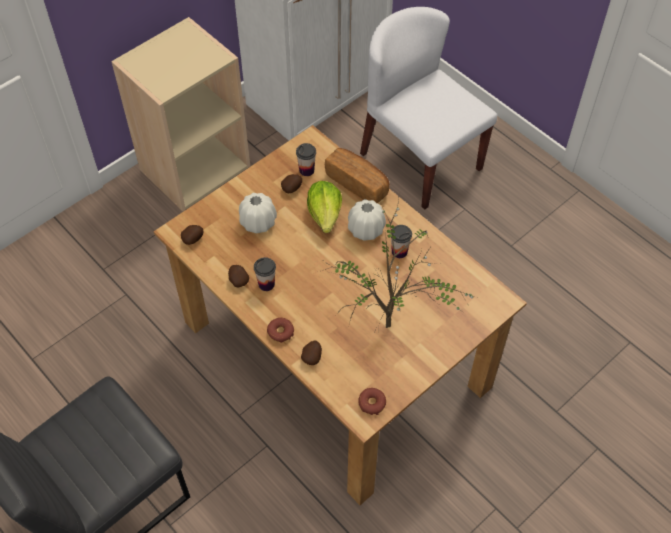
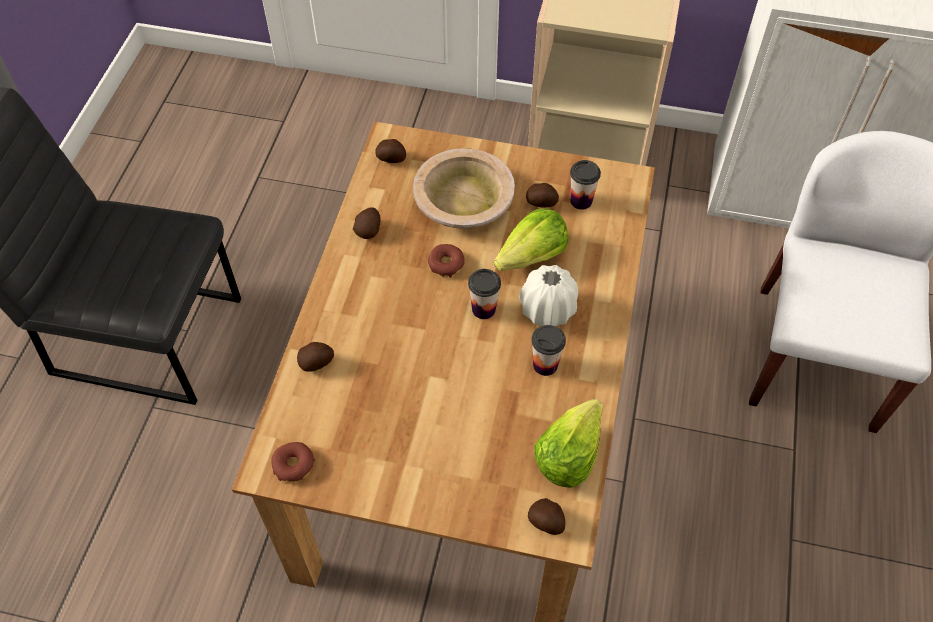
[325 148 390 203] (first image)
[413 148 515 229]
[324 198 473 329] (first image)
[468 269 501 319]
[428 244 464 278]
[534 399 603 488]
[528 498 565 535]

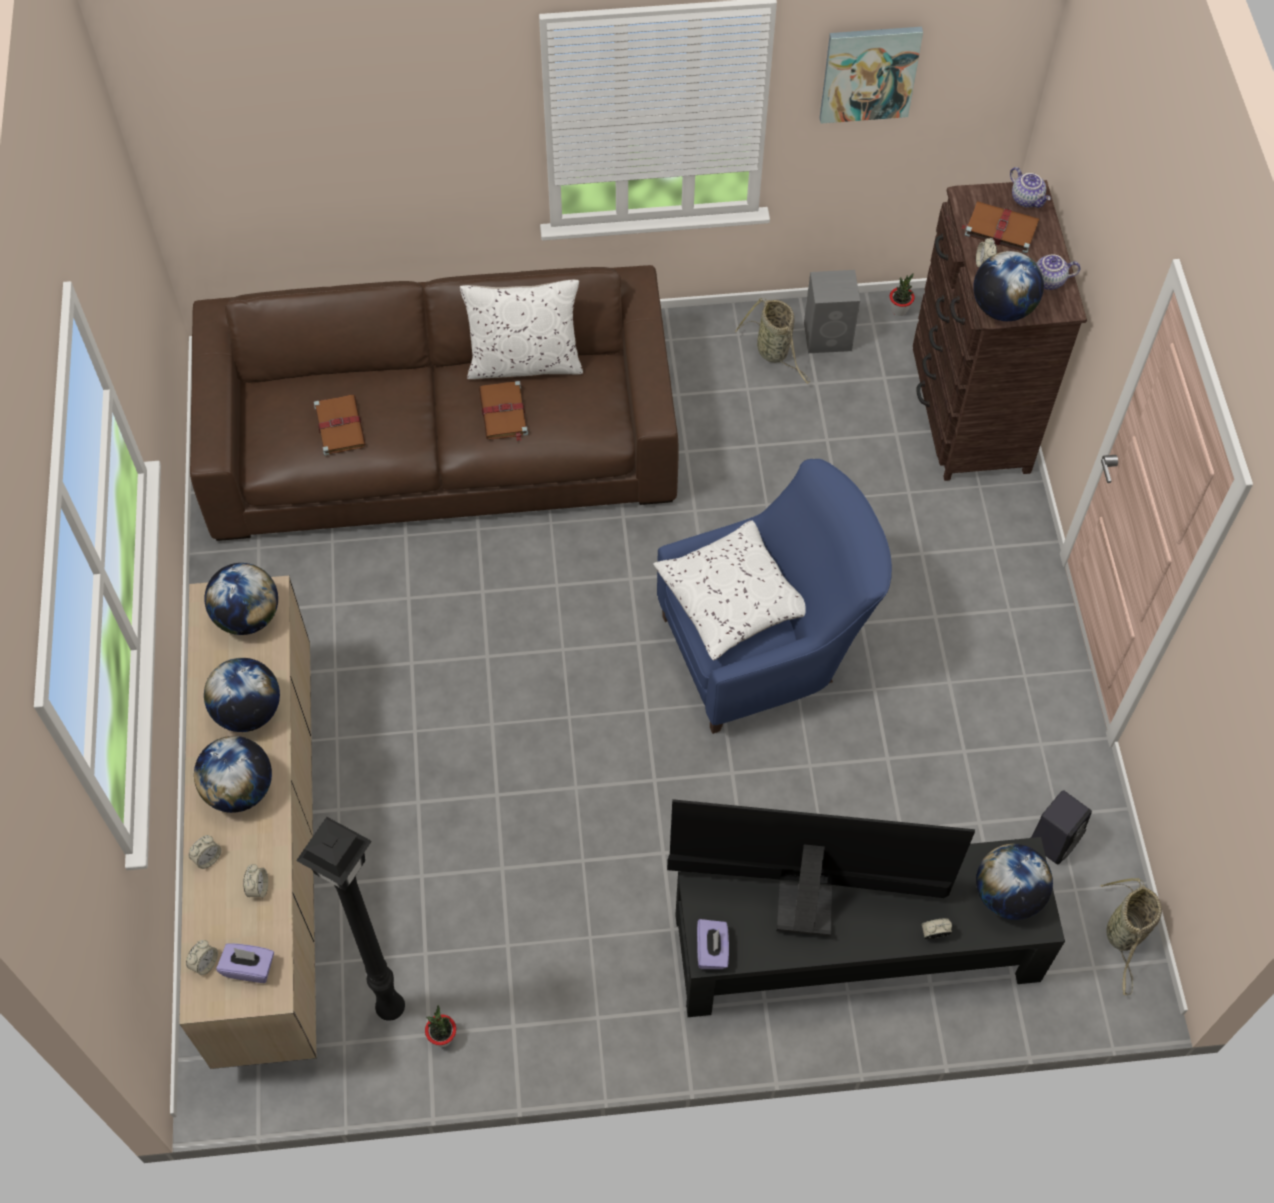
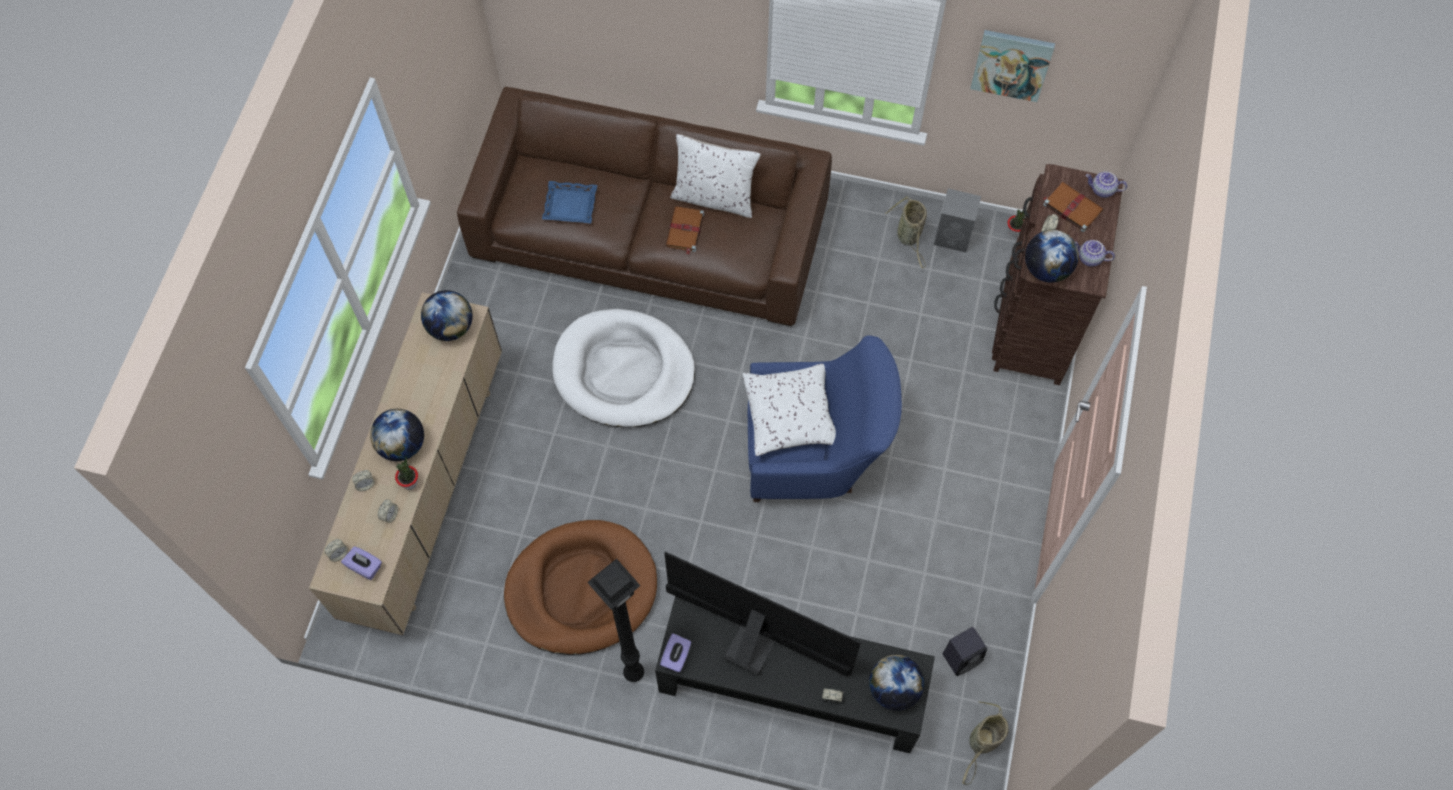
[1086 172 1127 198]
[542 181 597 223]
[204 658 280 732] (first image)
[587 559 644 682]
[395 457 418 490]
[552 309 695 428]
[504 520 657 655]

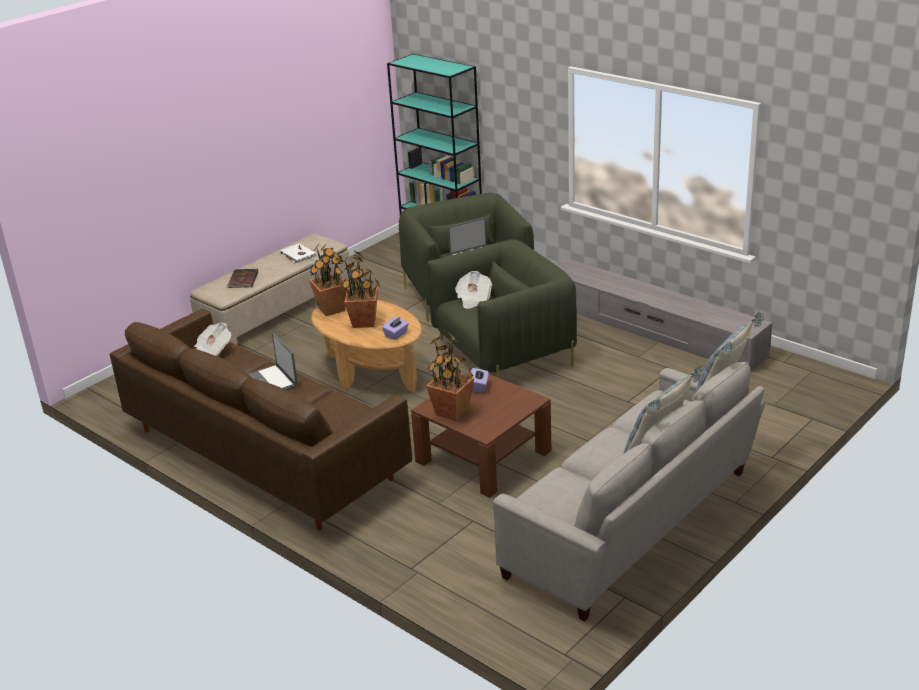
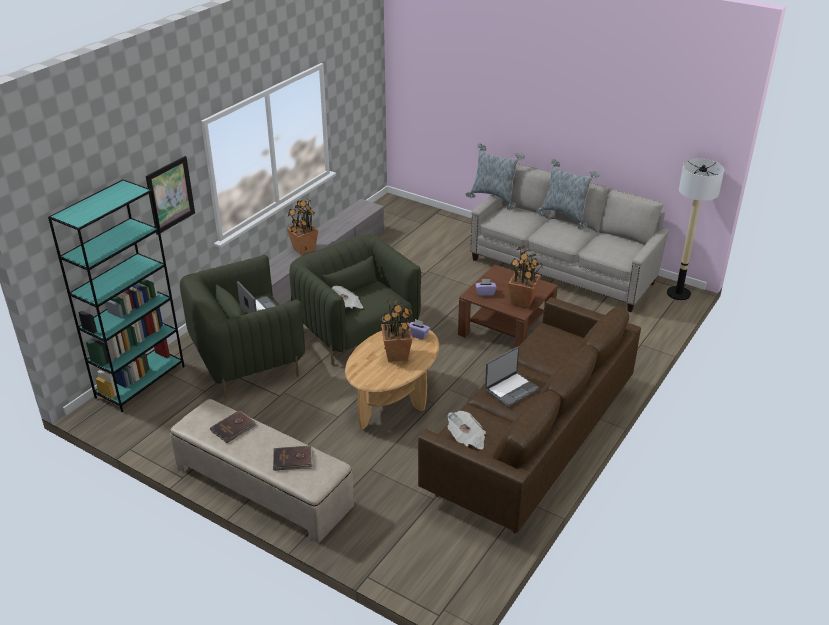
[287 197 319 255]
[210 410 257 443]
[146 156 195 235]
[667 159 724 300]

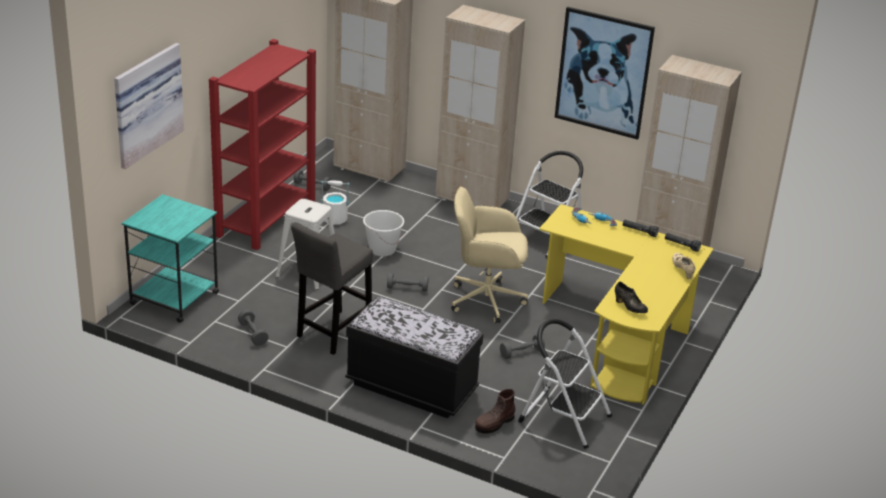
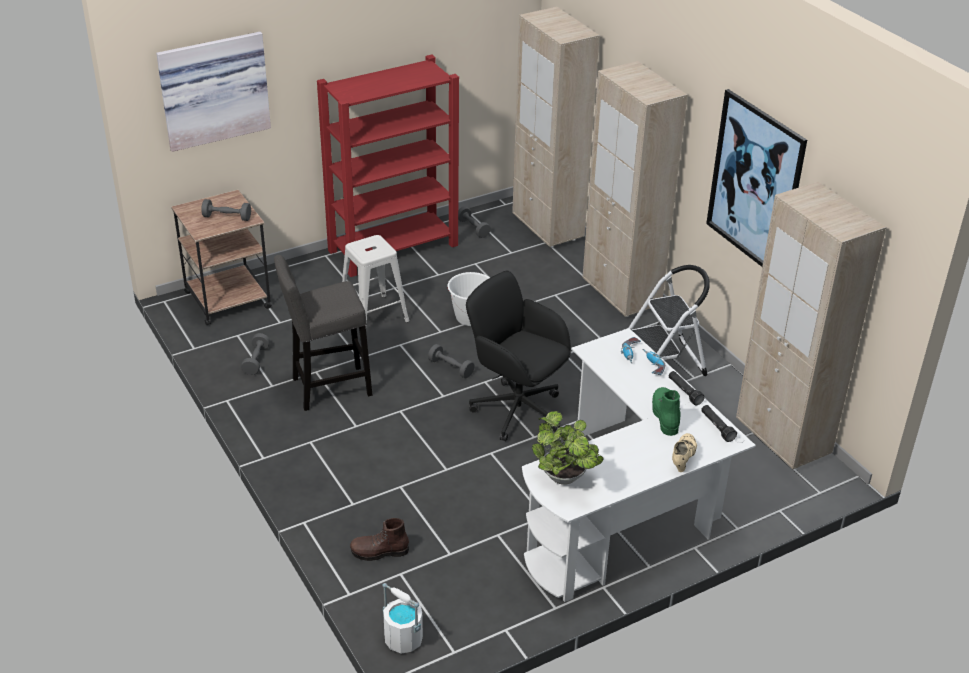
[382 583 423 654]
[466 271 571 441]
[171 190 272 325]
[522 328 756 602]
[532 411 603 485]
[345 297 483 418] (first image)
[518 319 612 449] (first image)
[201 199 251 221]
[652 387 681 436]

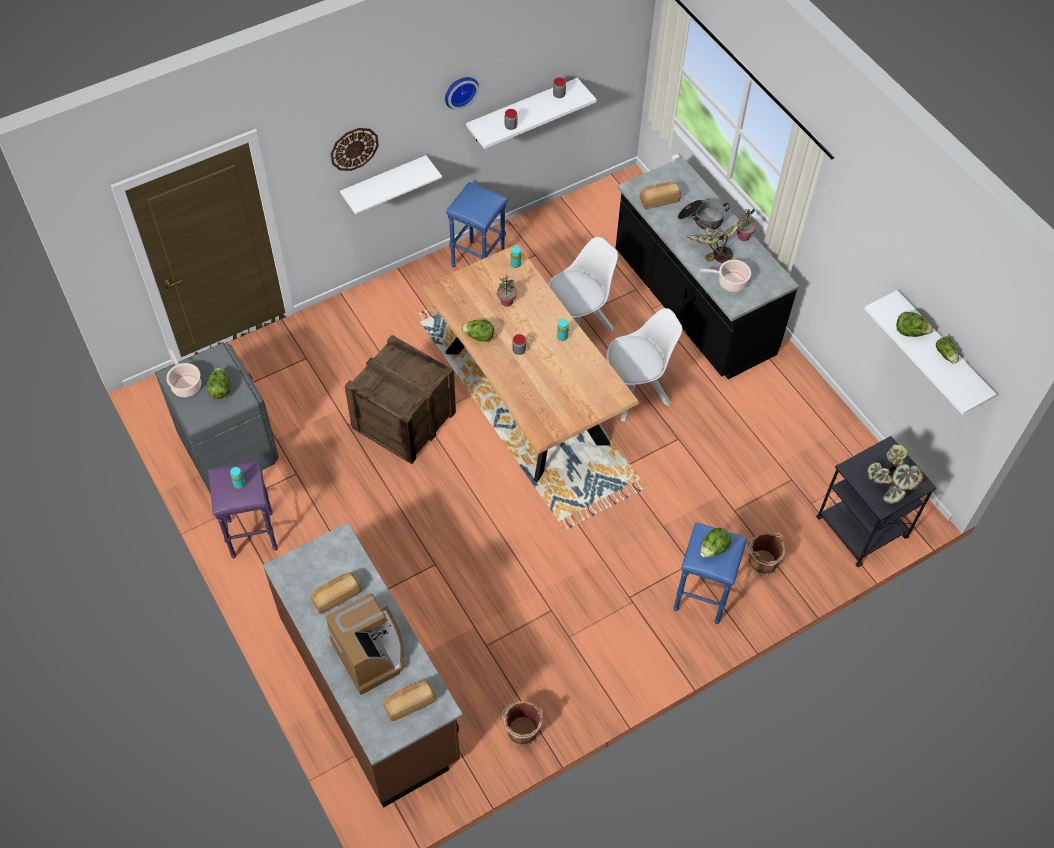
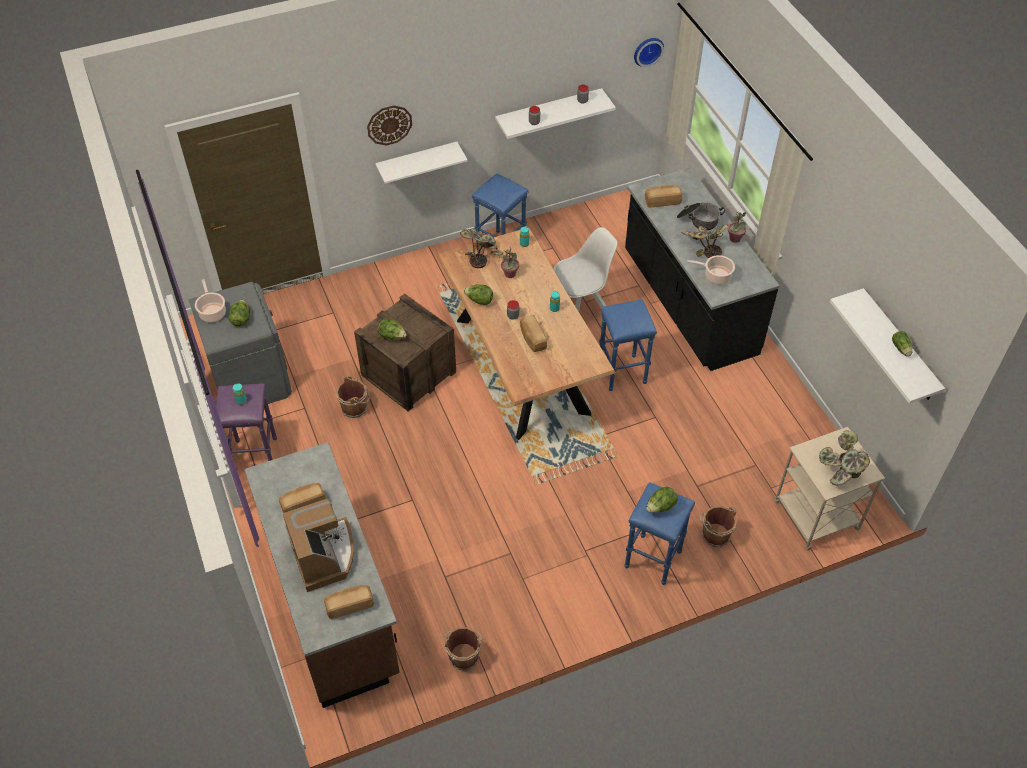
[634 38 664 67]
[599 299 657 391]
[378 318 407 340]
[774 427 885 550]
[460 228 503 268]
[520 315 547 352]
[336 375 370 418]

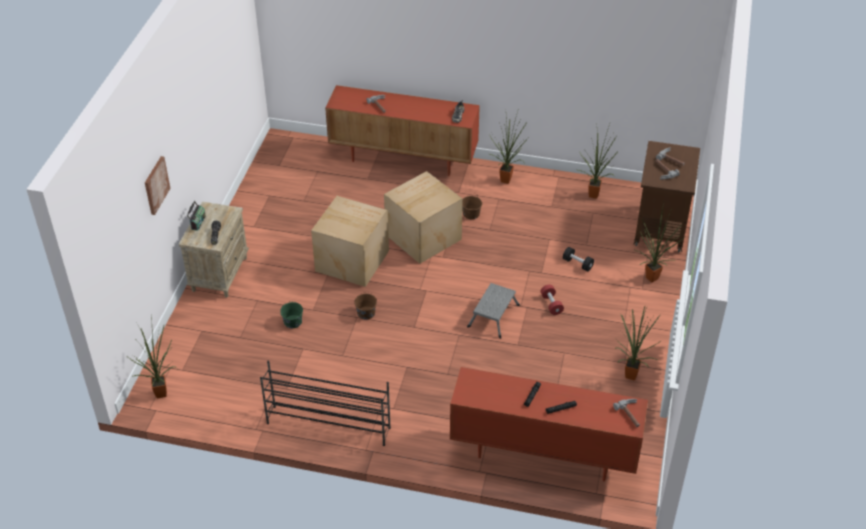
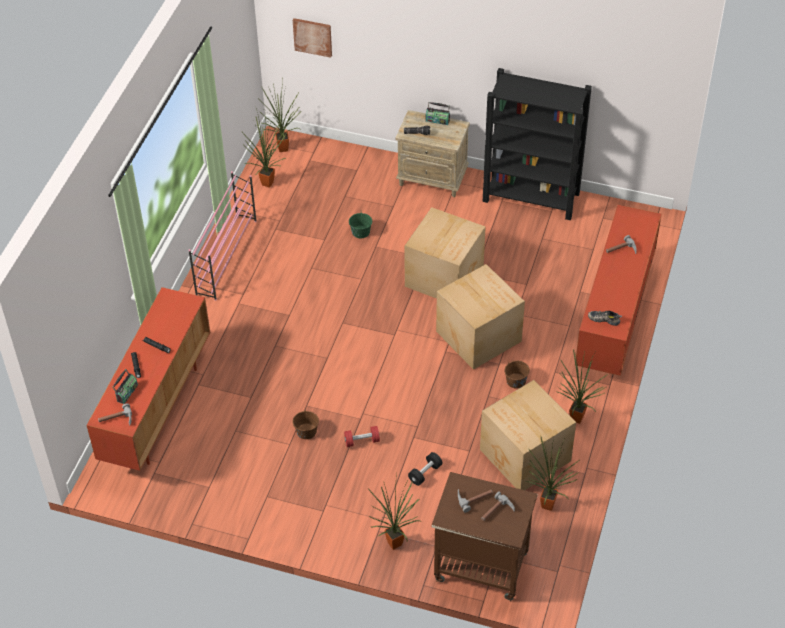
[293 18 332 58]
[467 283 520 339] (first image)
[292 411 319 439]
[242 108 287 188]
[189 171 257 301]
[483 68 592 220]
[113 369 138 404]
[480 380 576 490]

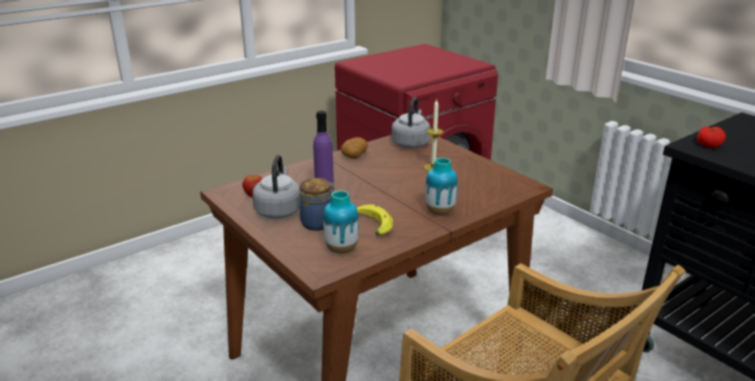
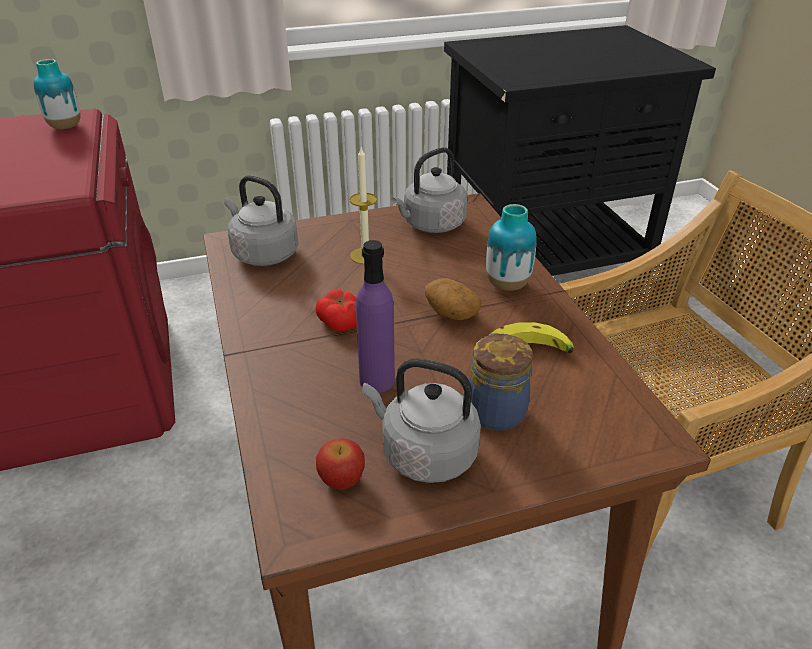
[316 290 357 331]
[425 278 481 320]
[33 59 81 129]
[391 147 467 233]

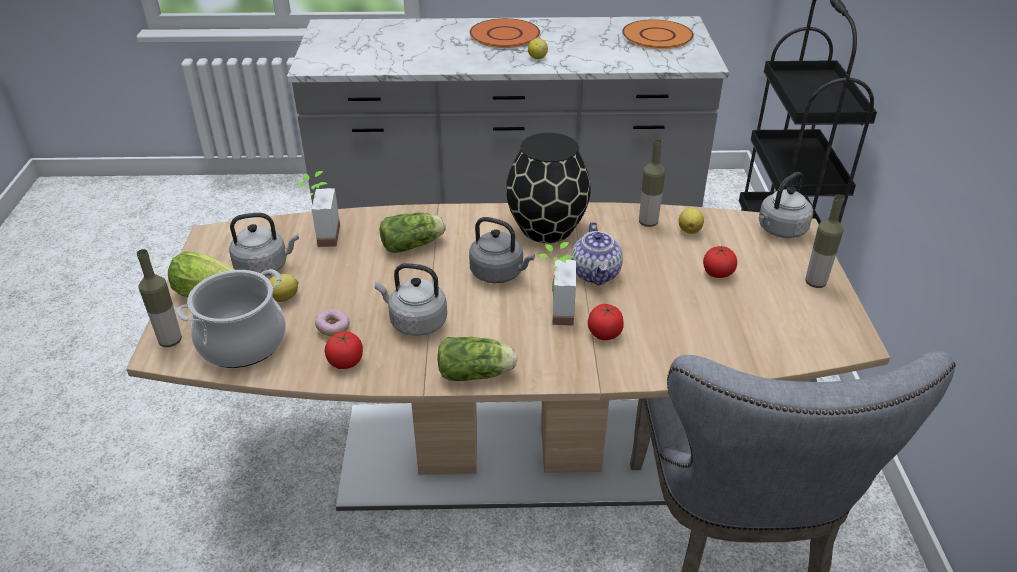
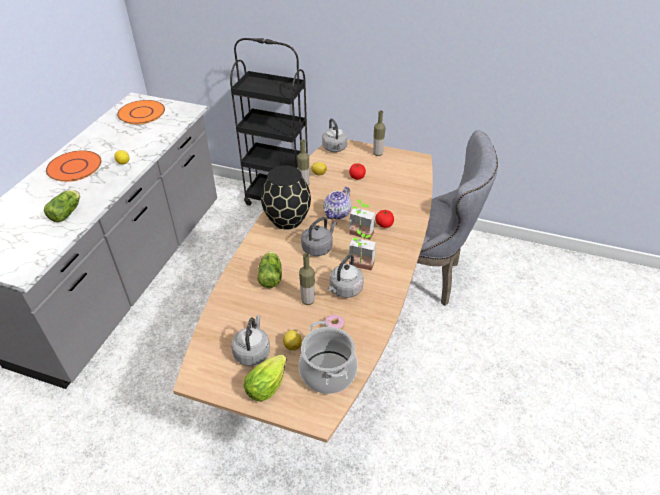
[349 230 376 271]
[324 187 351 219]
[299 253 315 305]
[325 331 363 369] (first image)
[44 190 80 222]

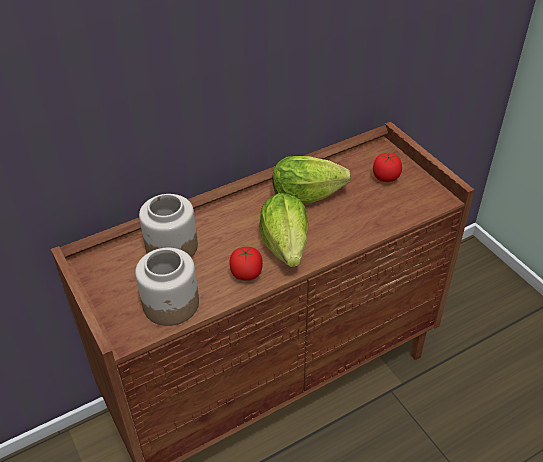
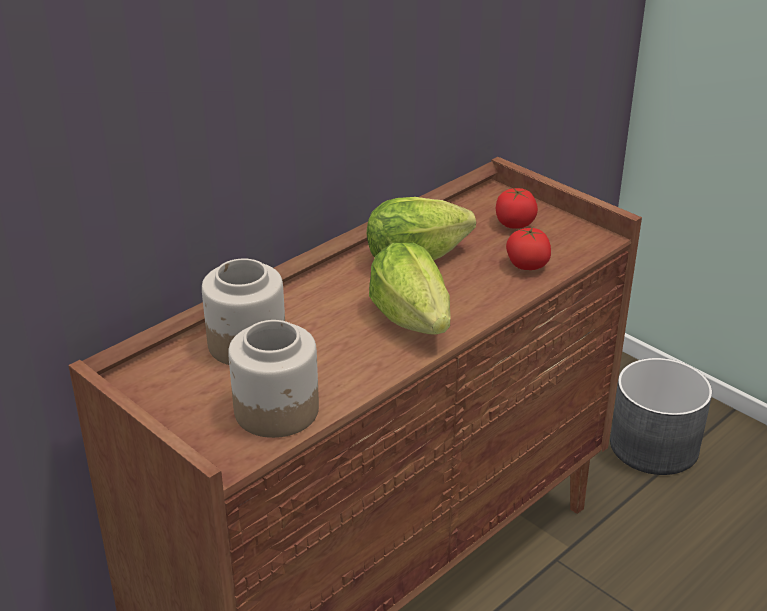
[506 227 551 270]
[610 358 712 475]

